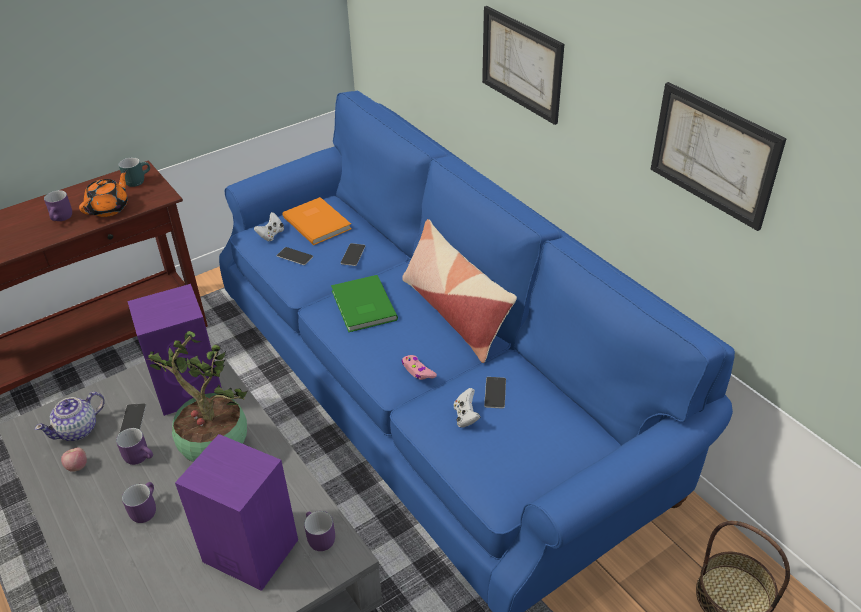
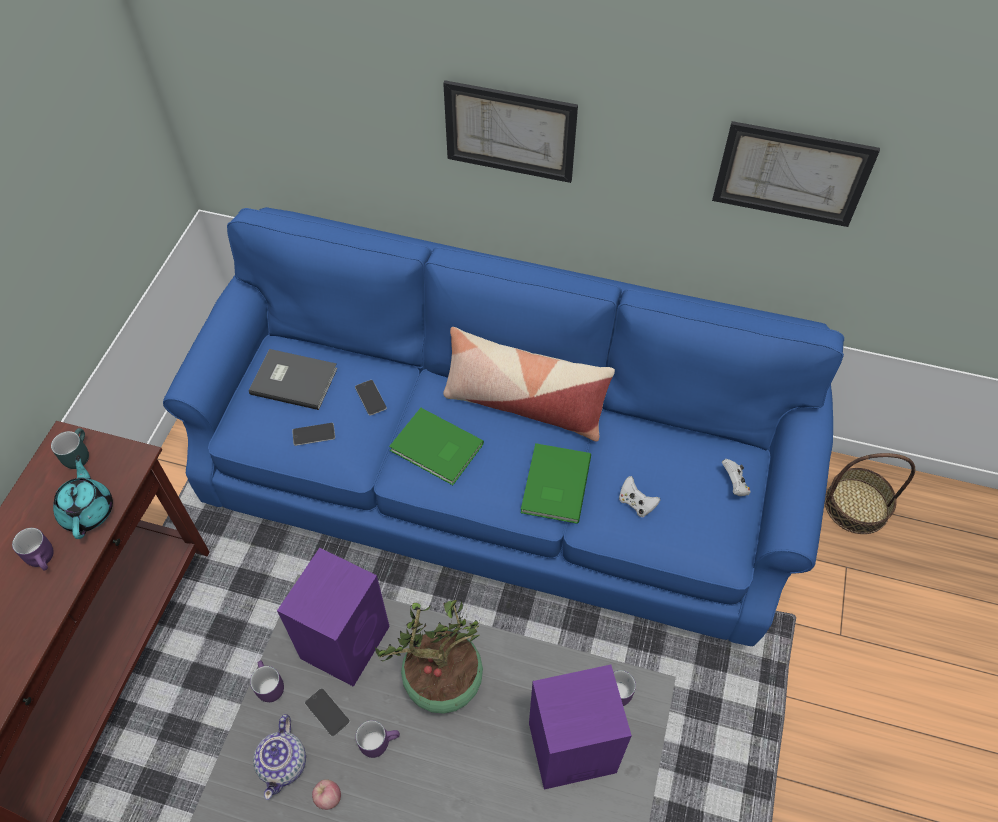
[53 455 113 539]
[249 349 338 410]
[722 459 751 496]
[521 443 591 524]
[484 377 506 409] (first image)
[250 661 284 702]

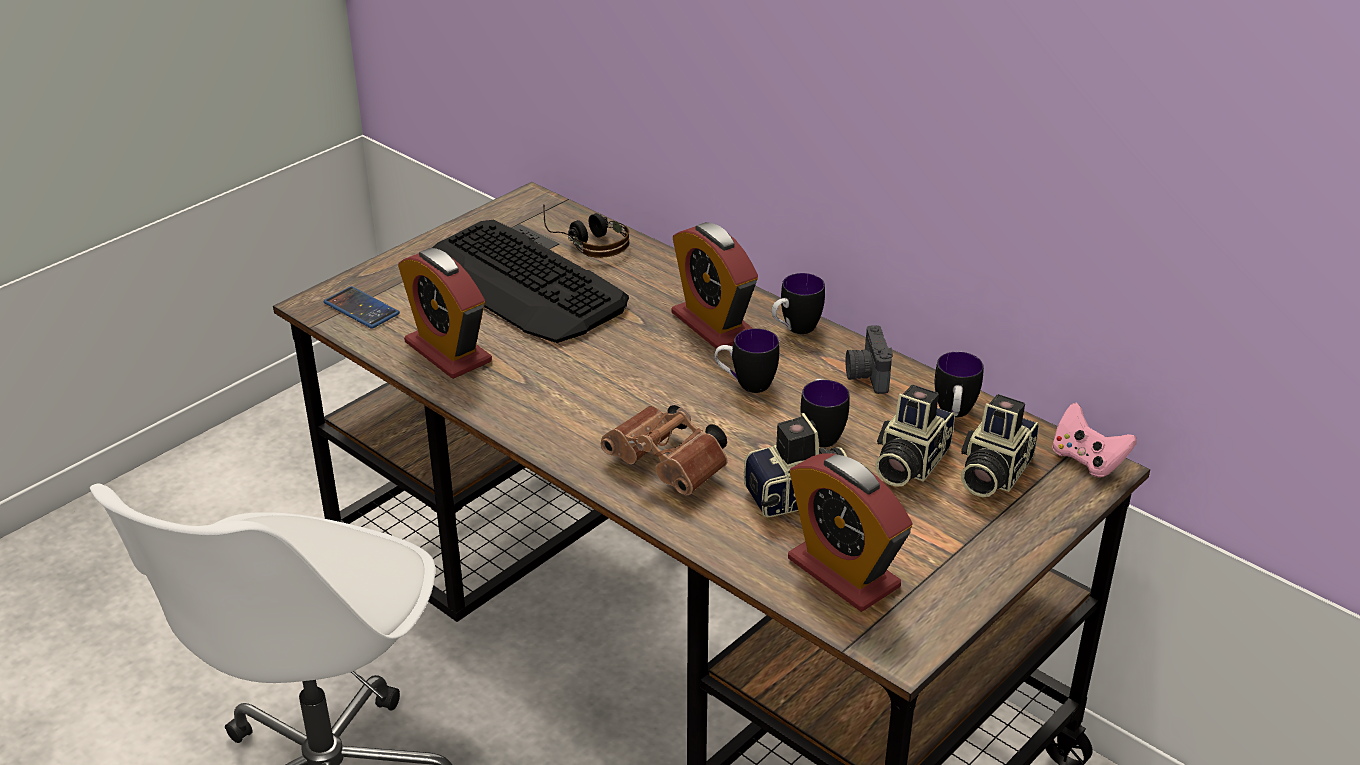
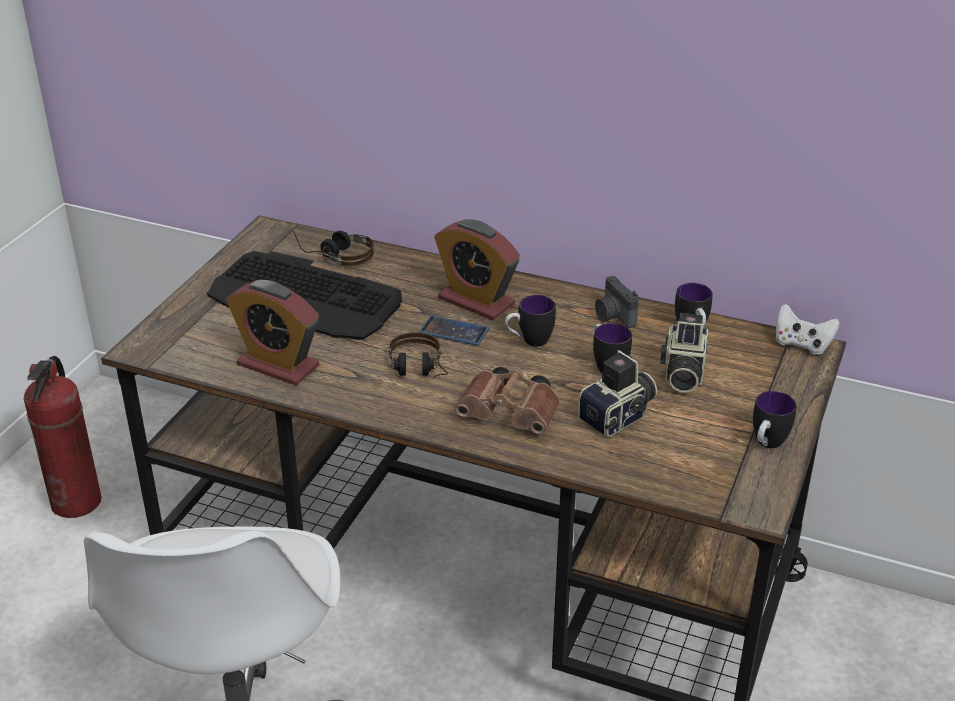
[753 391 796 448]
[419 315 489 346]
[961 394 1039 497] (first image)
[776 304 839 355]
[788 454 913 612] (first image)
[389 332 448 378]
[24 356 102 518]

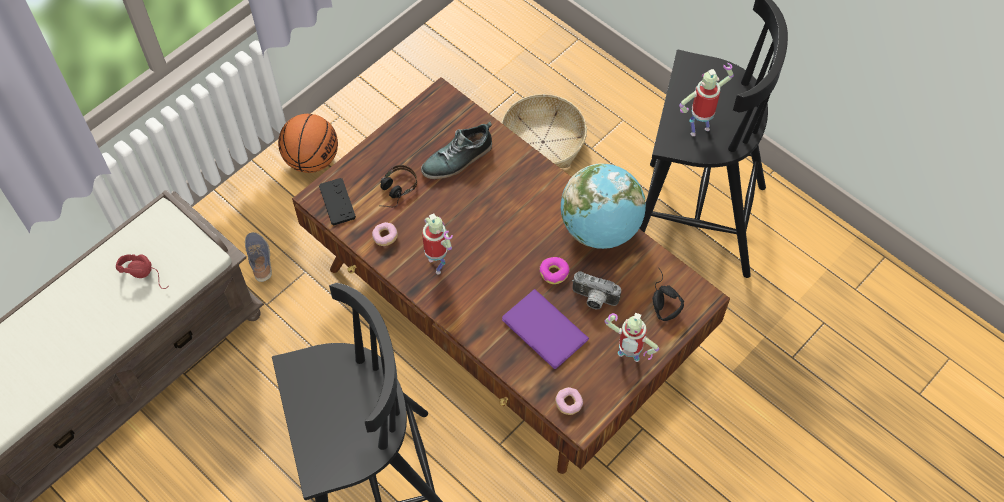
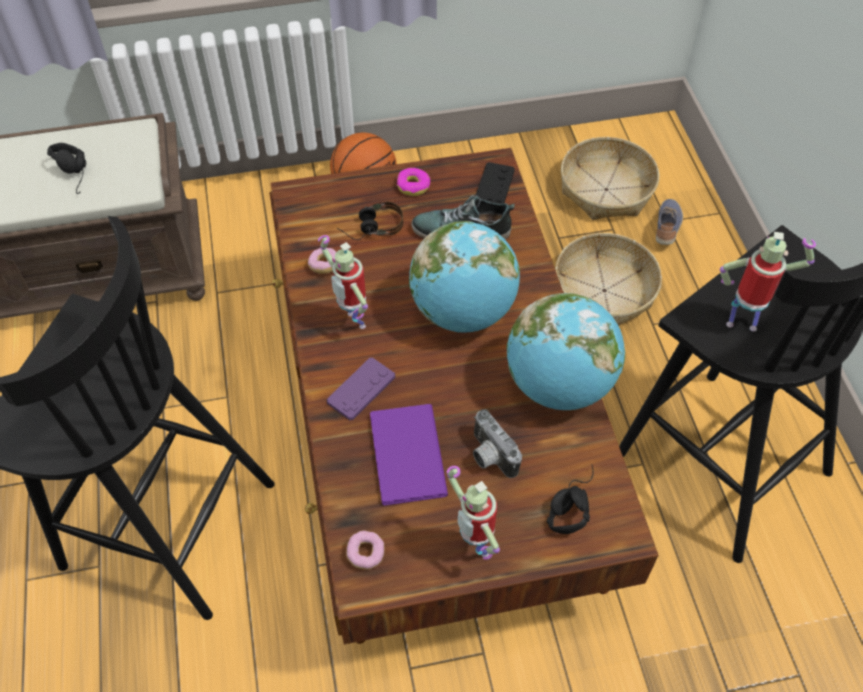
[476 162 515 204]
[318 235 368 329]
[656 199 683 245]
[47 143 86 194]
[397 168 430 196]
[561 137 659 220]
[409 221 520 333]
[327 357 395 420]

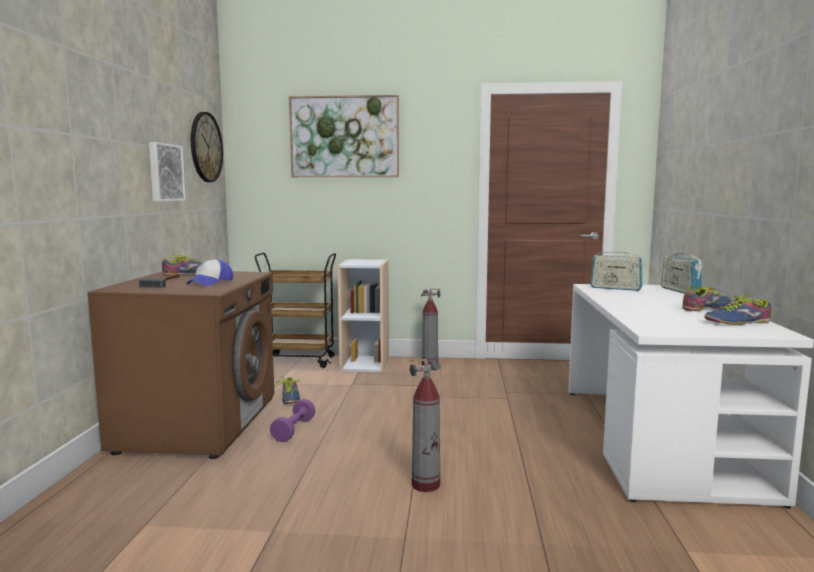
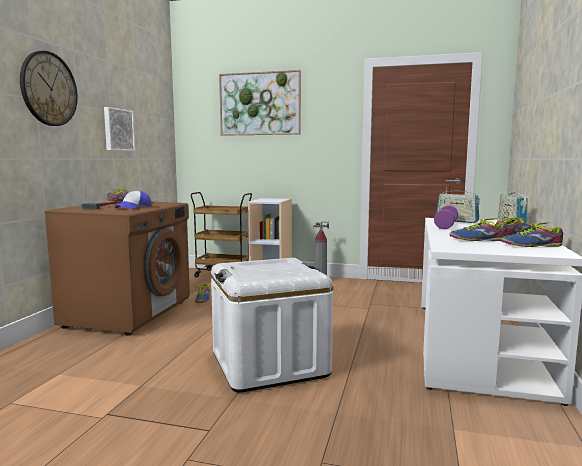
[20 51 78 126]
[211 258 333 393]
[434 205 458 229]
[449 218 507 241]

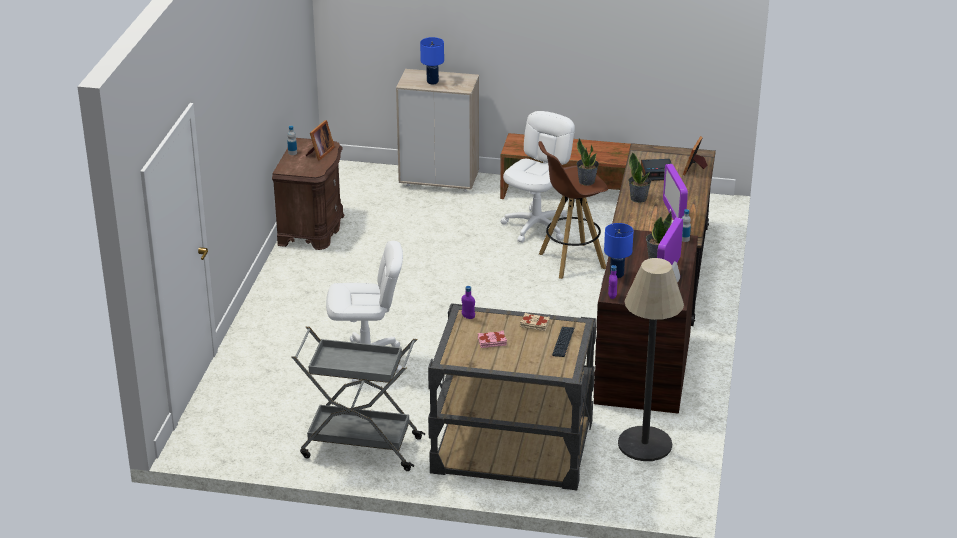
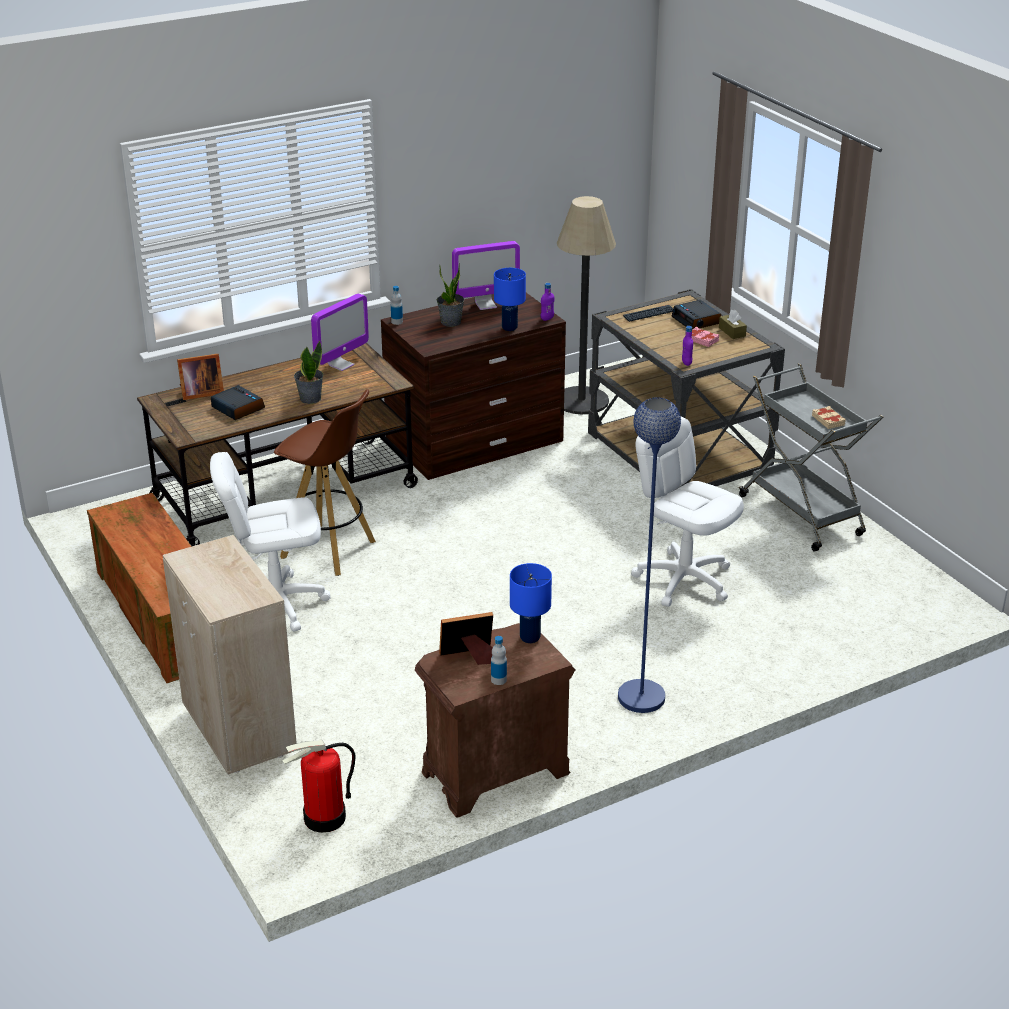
[510 563 552 643]
[577 138 599 186] (first image)
[812 406 846 429]
[672 300 721 329]
[719 310 747 339]
[618 397 681 713]
[283 740 355 833]

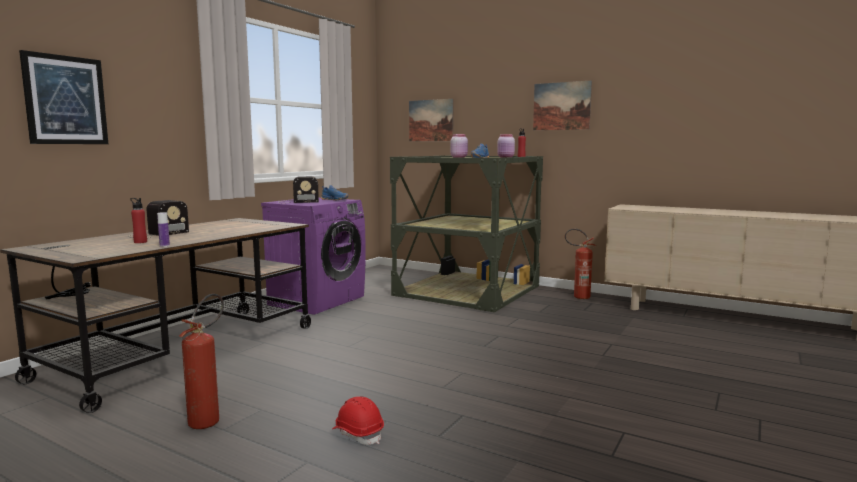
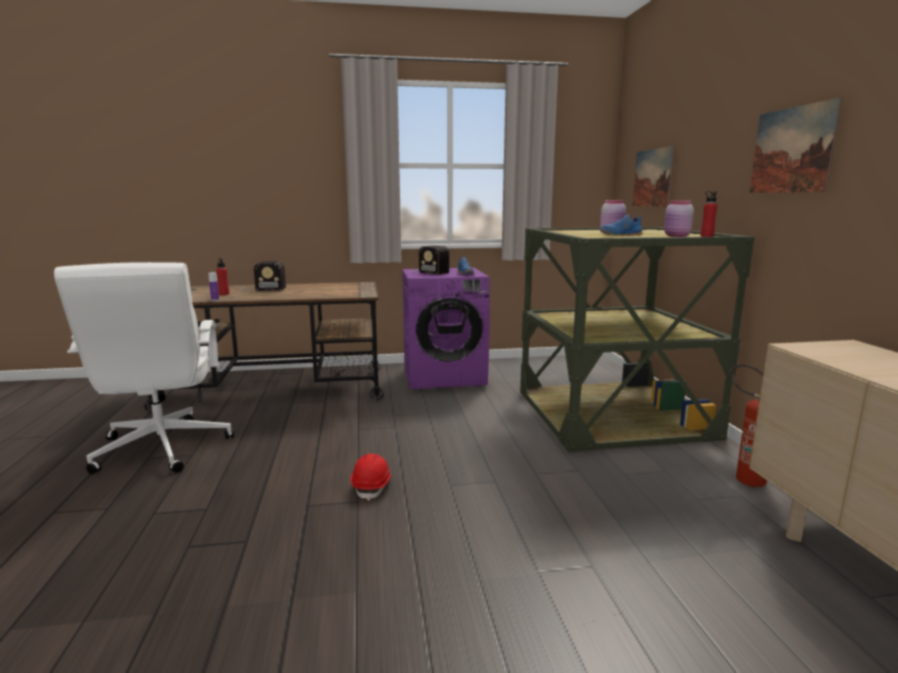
[19 50 108 144] (first image)
[54 262 234 474]
[351 454 392 501]

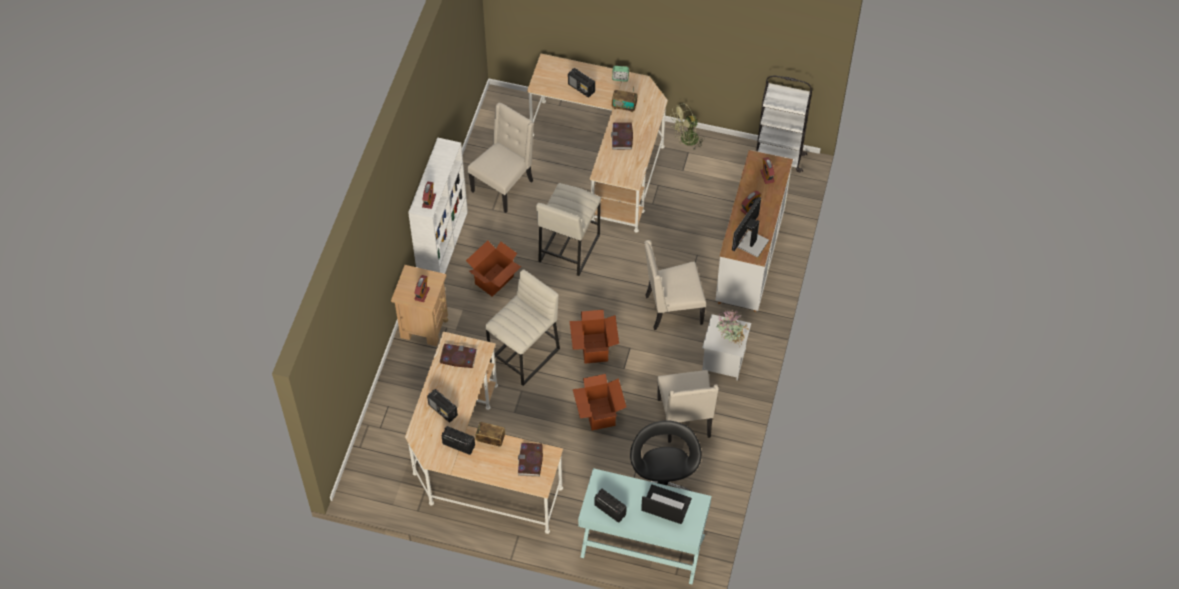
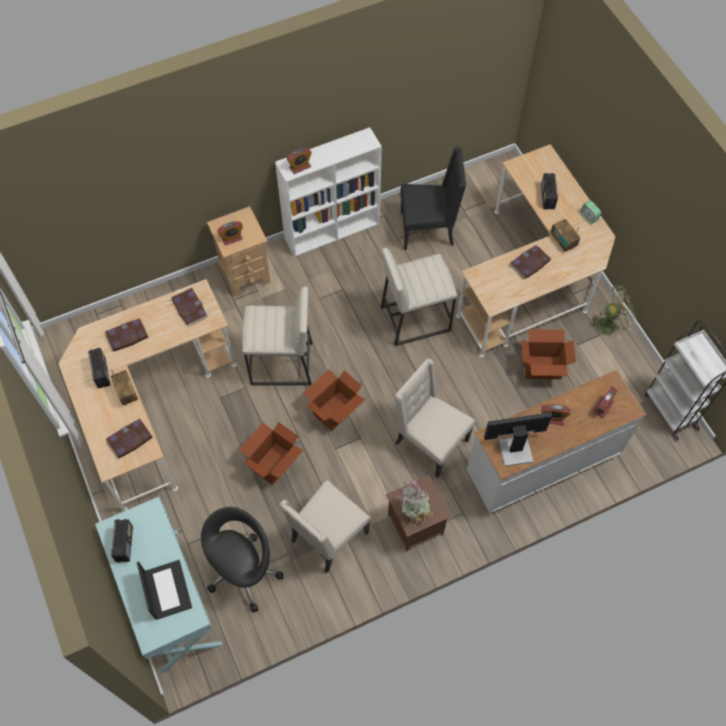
[400 147 466 250]
[590 285 636 340]
[521 329 576 379]
[386 475 451 552]
[105 318 148 352]

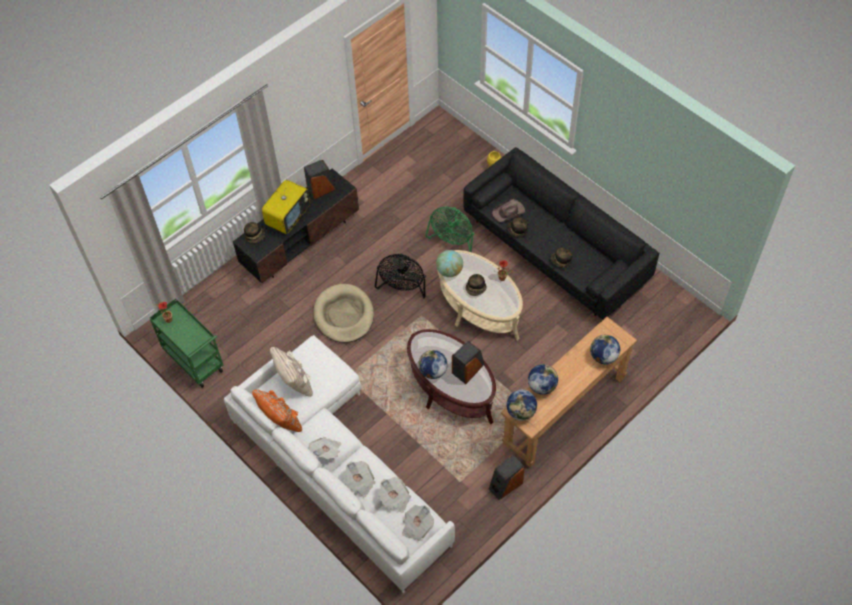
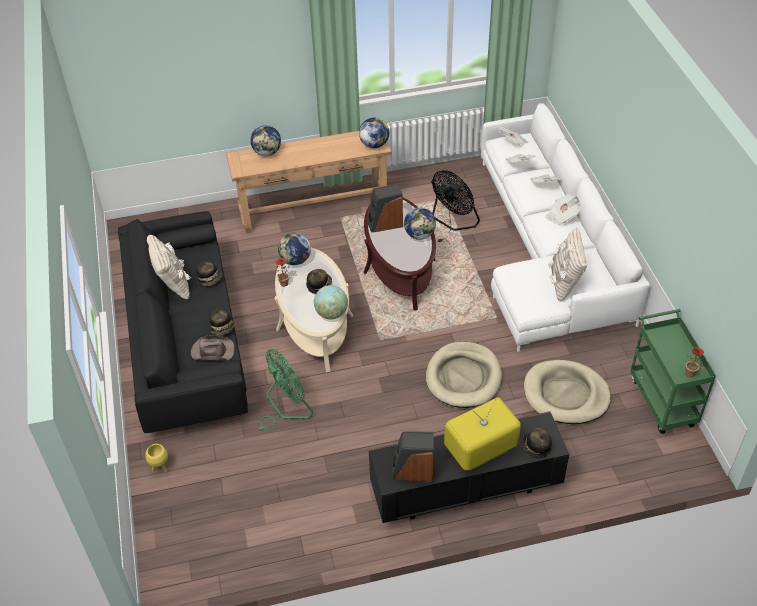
[431 170 480 242]
[278 233 311 265]
[252 389 302 432] (first image)
[489 455 524 500] (first image)
[147 235 191 299]
[524 360 611 424]

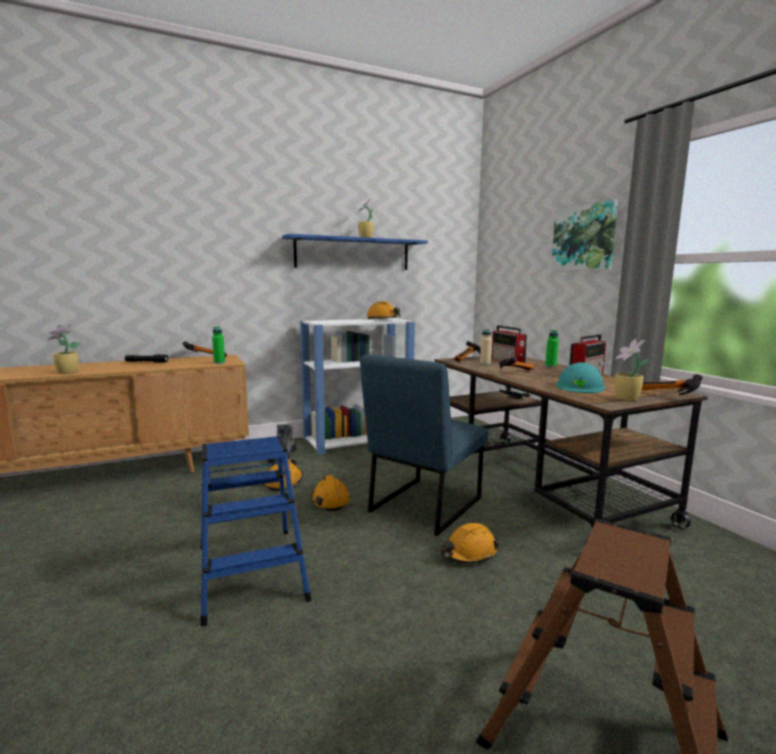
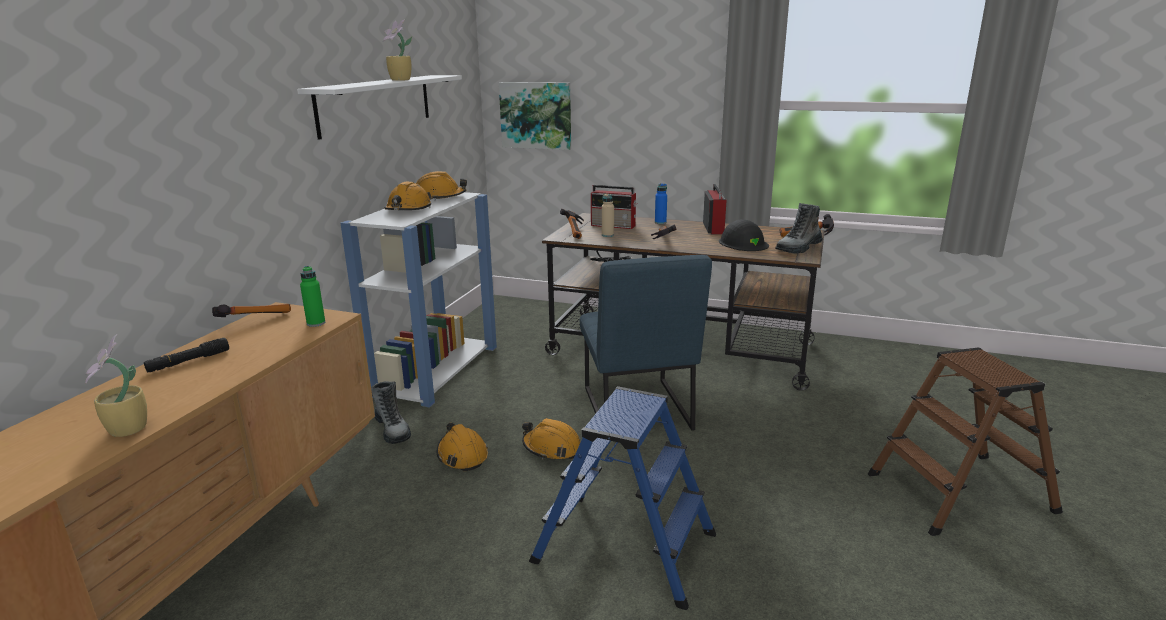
[499 82 571 150]
[297 75 462 140]
[655 183 667 224]
[775 203 823 254]
[719 220 769 251]
[385 182 432 210]

